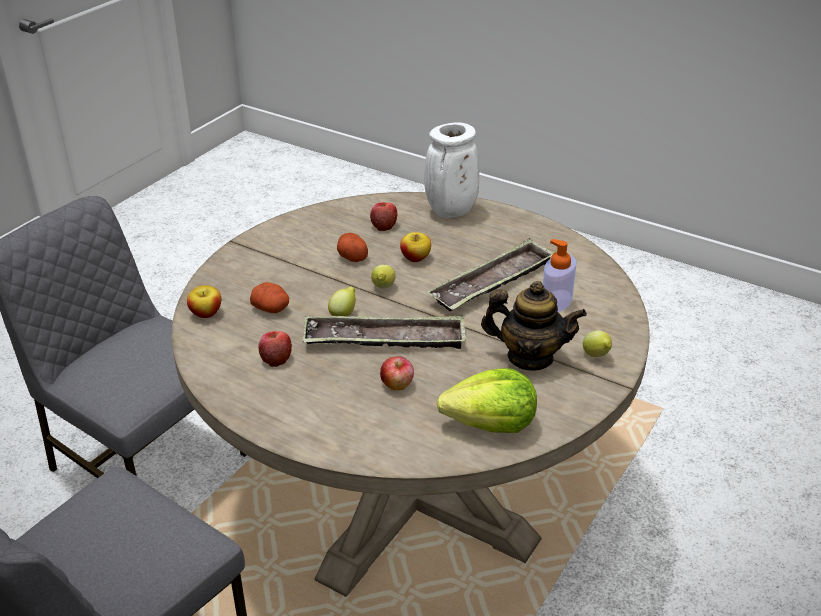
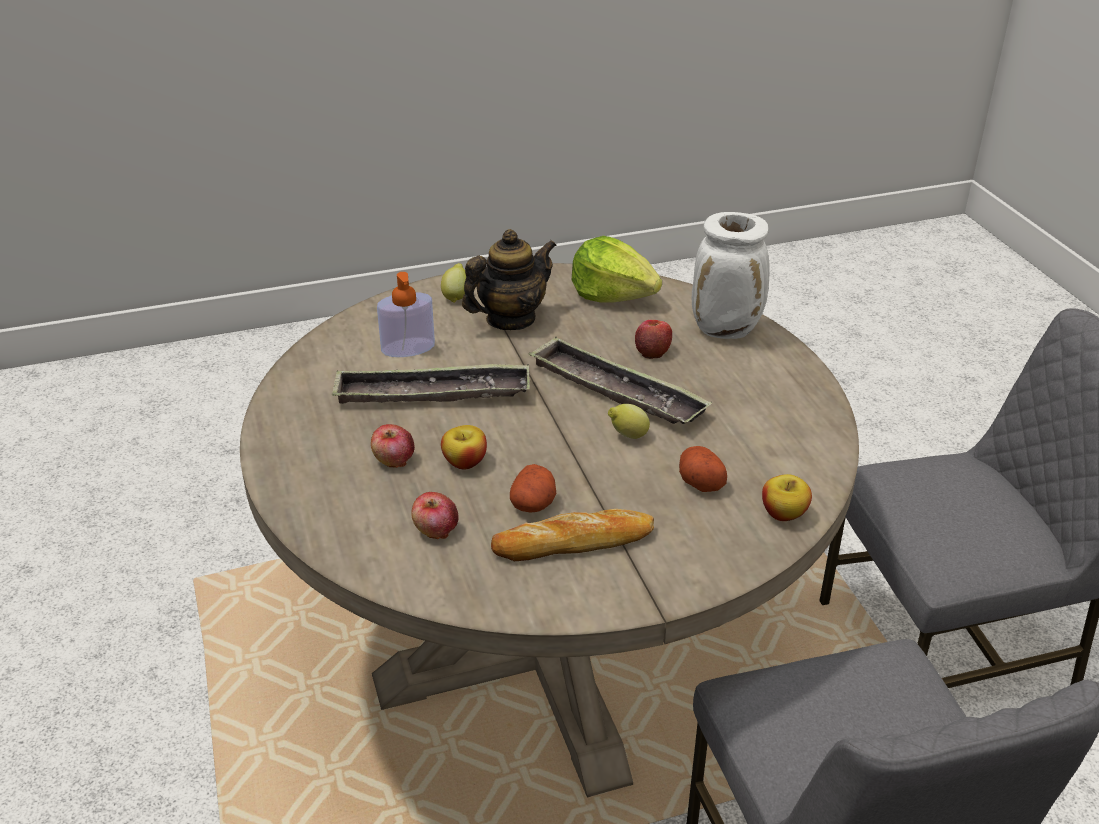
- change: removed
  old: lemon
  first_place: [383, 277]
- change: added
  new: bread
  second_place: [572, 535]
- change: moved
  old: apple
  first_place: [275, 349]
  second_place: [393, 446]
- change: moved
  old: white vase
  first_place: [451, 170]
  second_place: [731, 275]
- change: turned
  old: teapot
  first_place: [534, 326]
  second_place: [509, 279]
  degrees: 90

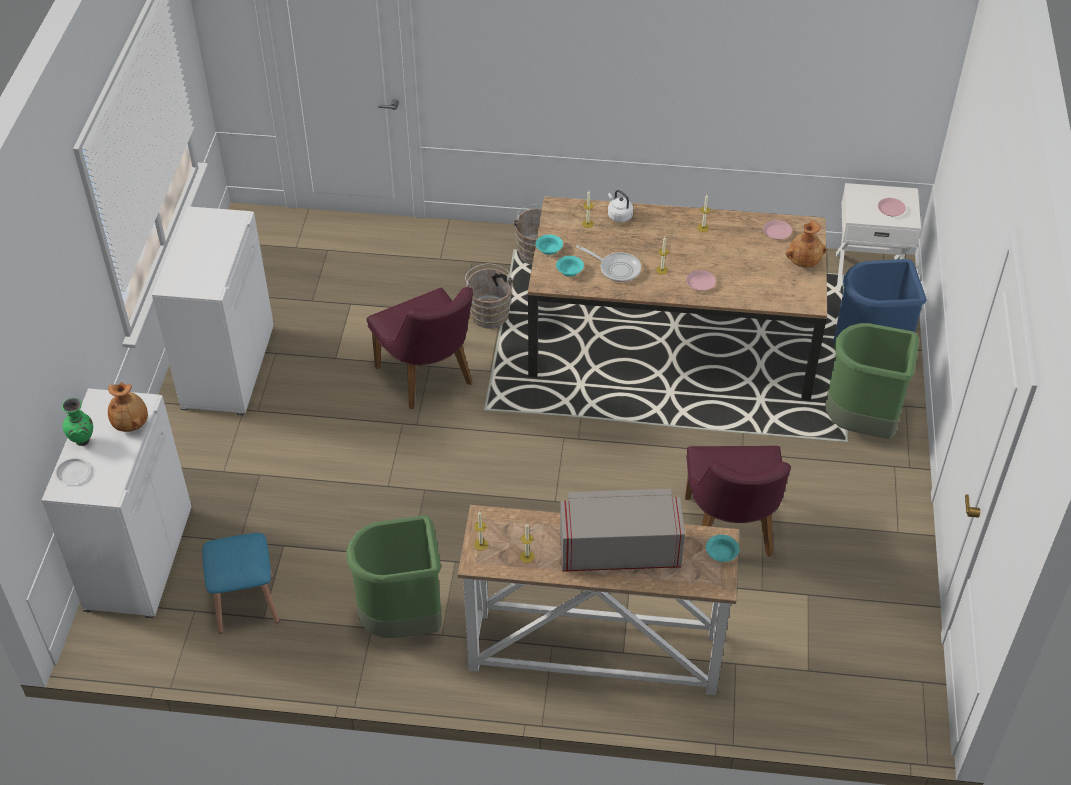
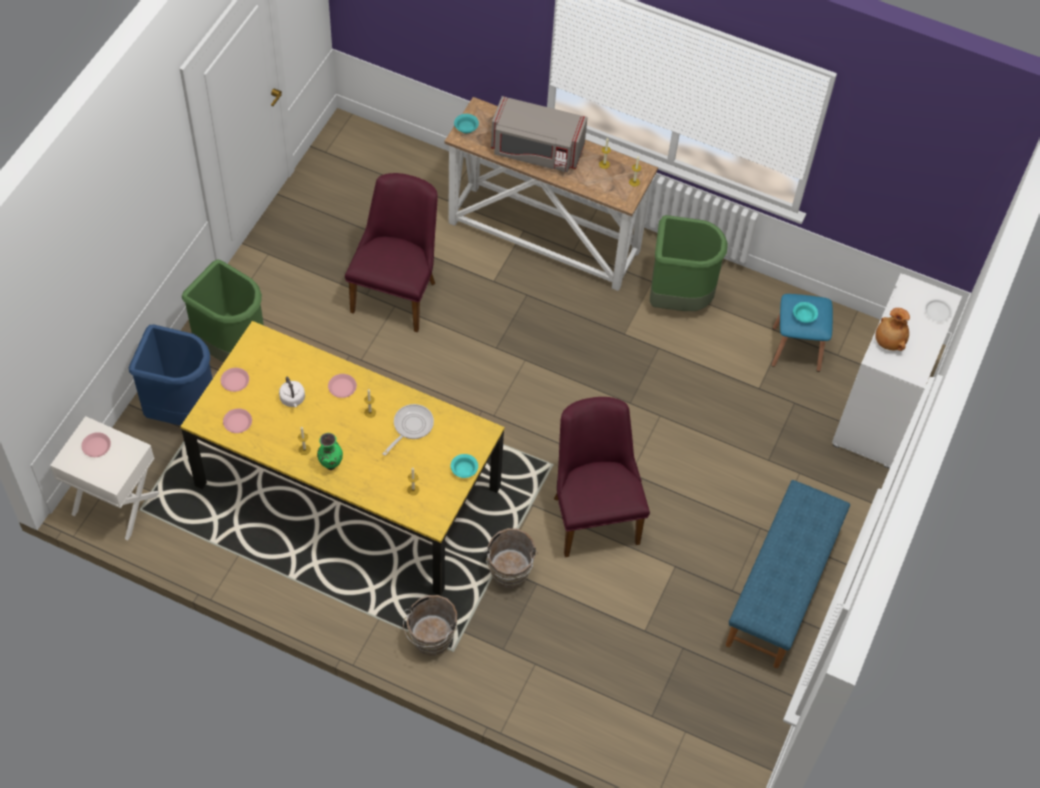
- change: moved
  old: green vase
  first_place: [77, 422]
  second_place: [330, 451]
- change: moved
  old: turquoise bowl
  first_place: [570, 266]
  second_place: [805, 312]
- change: moved
  old: white kettle
  first_place: [620, 206]
  second_place: [292, 391]
- change: replaced
  old: white cabinet
  new: blue bench
  first_place: [213, 310]
  second_place: [788, 574]
- change: replaced
  old: brown vase
  new: pink plate
  first_place: [806, 244]
  second_place: [235, 380]
- change: recoloured
  old: brown dining table
  new: yellow dining table
  first_place: [677, 298]
  second_place: [342, 458]
- change: turned
  old: frying pan
  first_place: [608, 263]
  second_place: [408, 430]
  degrees: 75

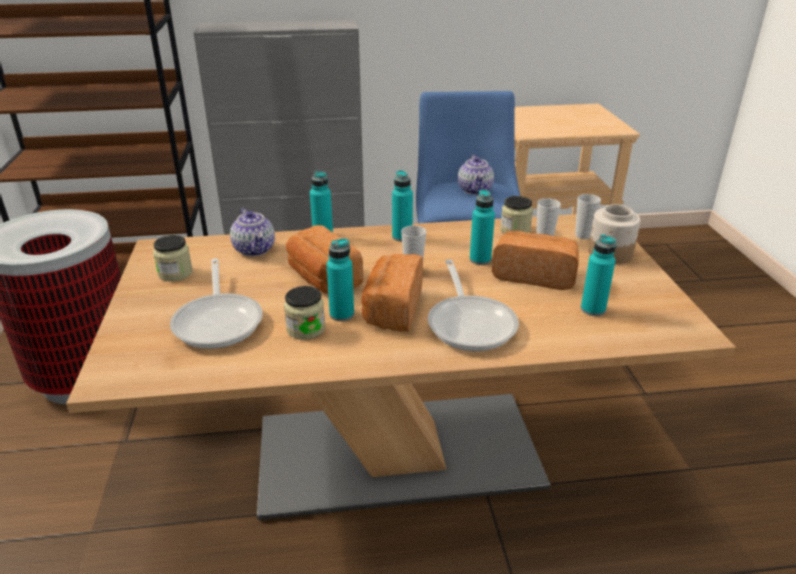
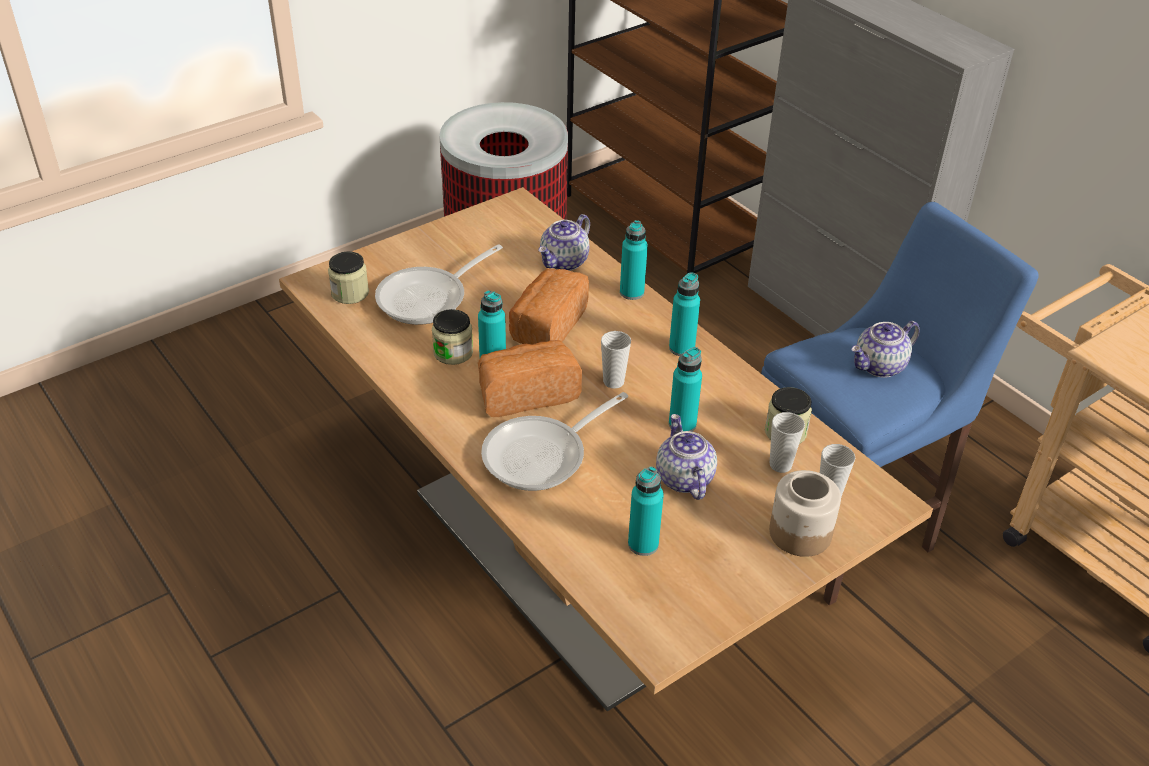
- change: moved
  old: jar
  first_place: [173, 258]
  second_place: [348, 277]
- change: replaced
  old: bread
  new: teapot
  first_place: [535, 260]
  second_place: [686, 457]

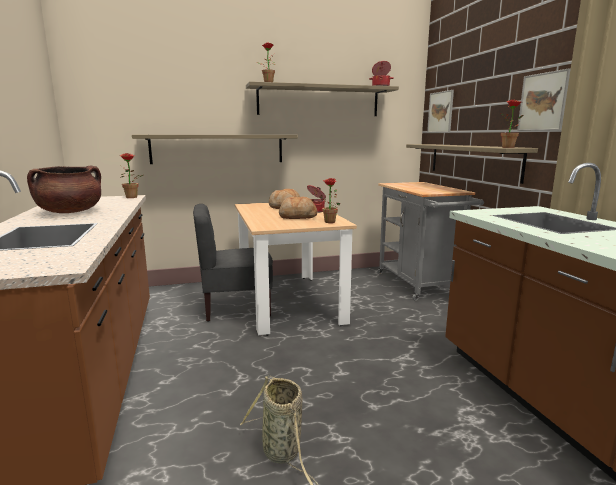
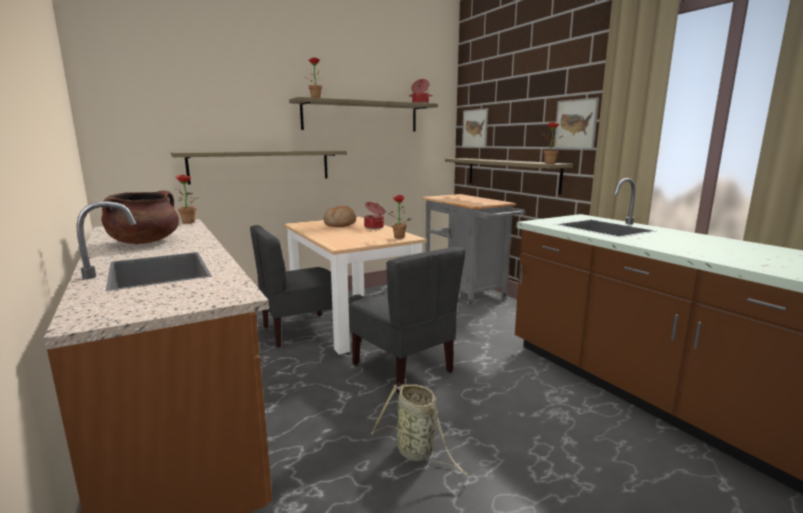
- change: removed
  old: bread
  first_place: [298, 208]
- change: added
  new: grey chair
  second_place: [407, 320]

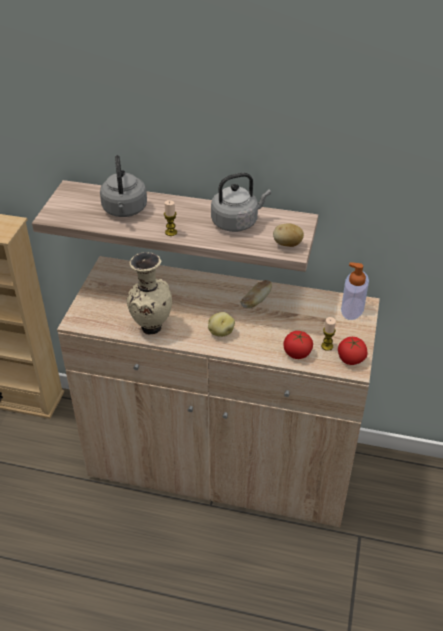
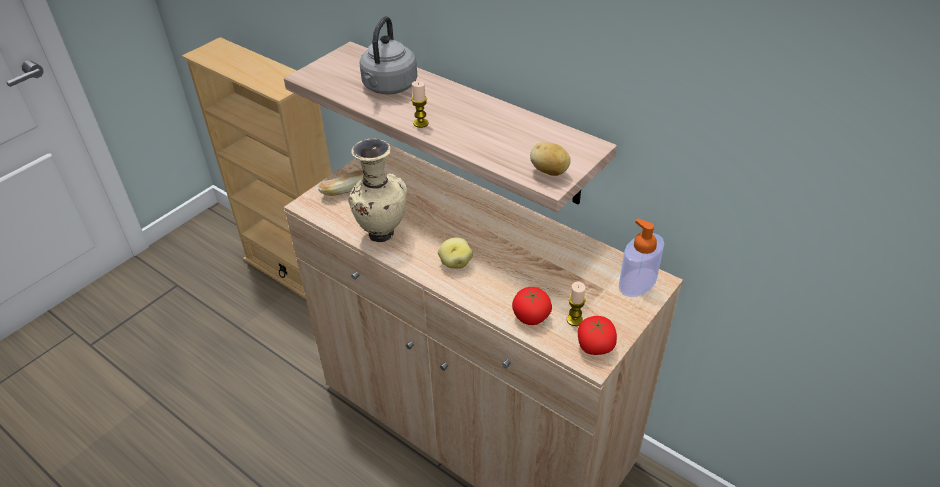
- change: removed
  old: grey kettle
  first_place: [241, 202]
- change: moved
  old: bread
  first_place: [256, 294]
  second_place: [341, 183]

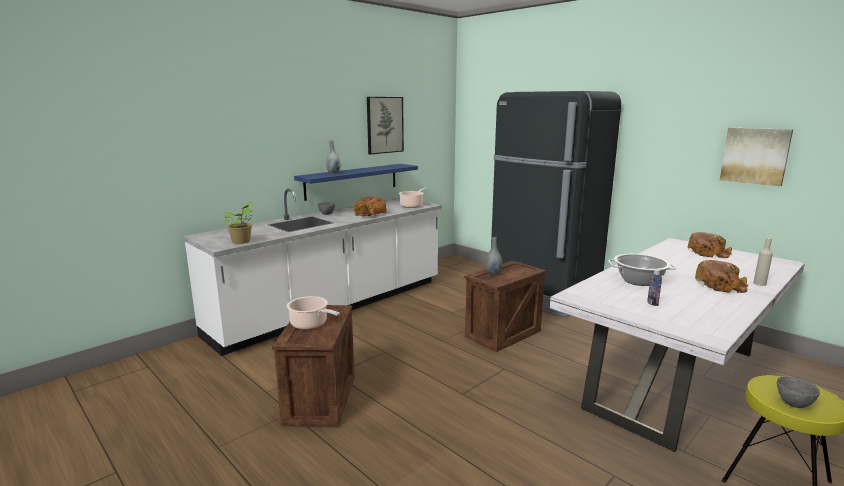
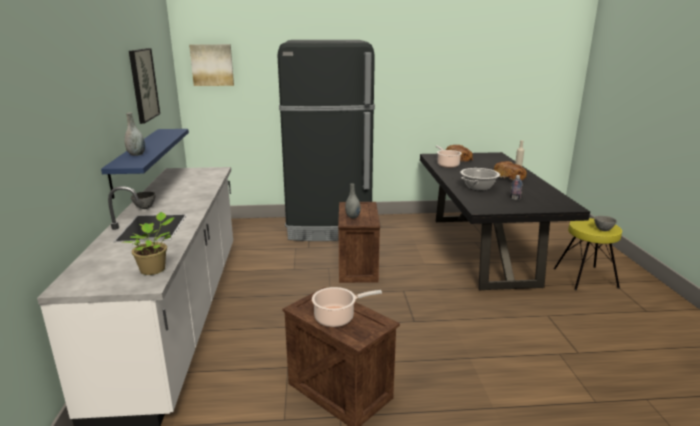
- change: removed
  old: bread
  first_place: [370, 206]
- change: moved
  old: cooking pot
  first_place: [413, 198]
  second_place: [448, 156]
- change: moved
  old: picture
  first_place: [756, 156]
  second_place: [211, 65]
- change: recoloured
  old: white dining table
  new: black dining table
  first_place: [677, 345]
  second_place: [505, 221]

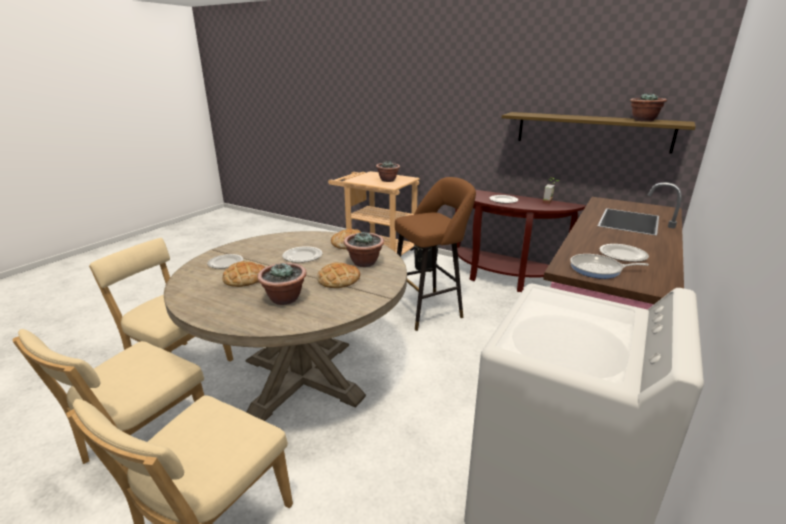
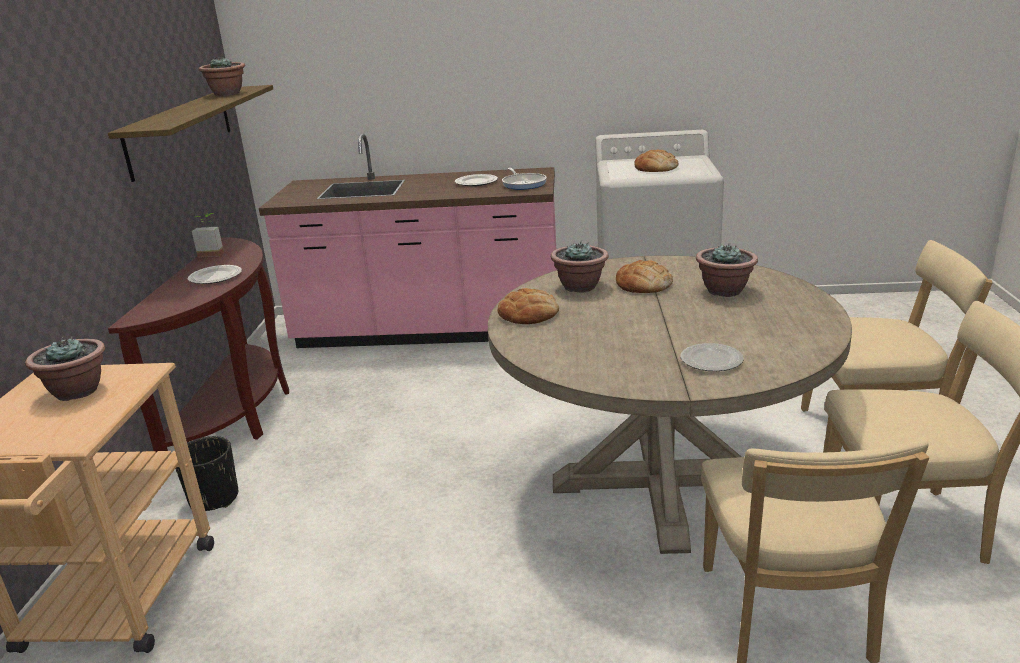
- change: removed
  old: plate
  first_place: [302, 254]
- change: removed
  old: brown stool
  first_place: [435, 254]
- change: moved
  old: bread
  first_place: [243, 274]
  second_place: [656, 161]

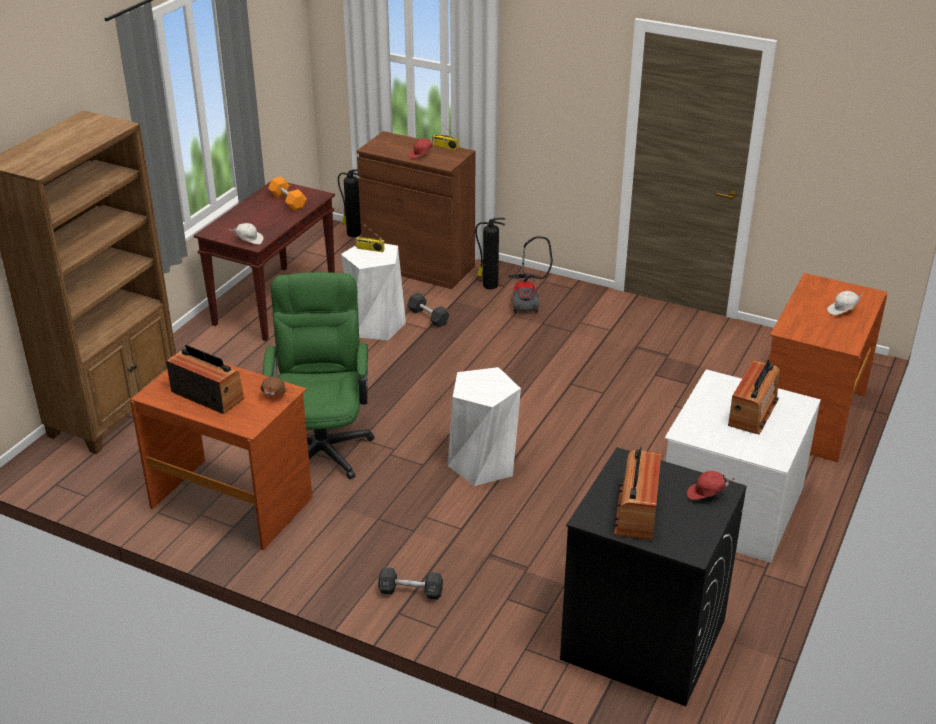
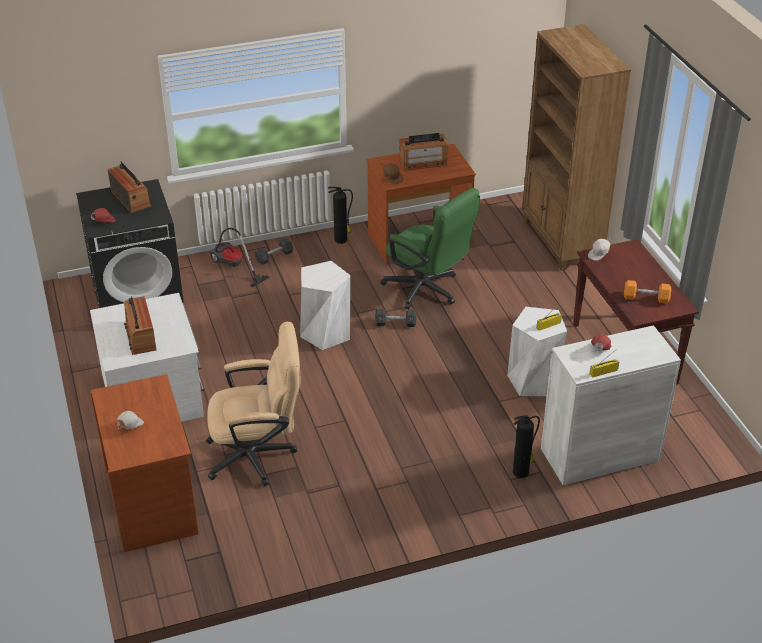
- change: added
  new: beige office chair
  second_place: [253, 404]
- change: moved
  old: fire extinguisher
  first_place: [349, 203]
  second_place: [340, 215]
- change: moved
  old: black dumbbell
  first_place: [428, 310]
  second_place: [395, 318]
- change: moved
  old: vacuum cleaner
  first_place: [530, 274]
  second_place: [239, 258]
- change: recoloured
  old: brown cabinet
  new: white cabinet
  first_place: [416, 210]
  second_place: [611, 405]

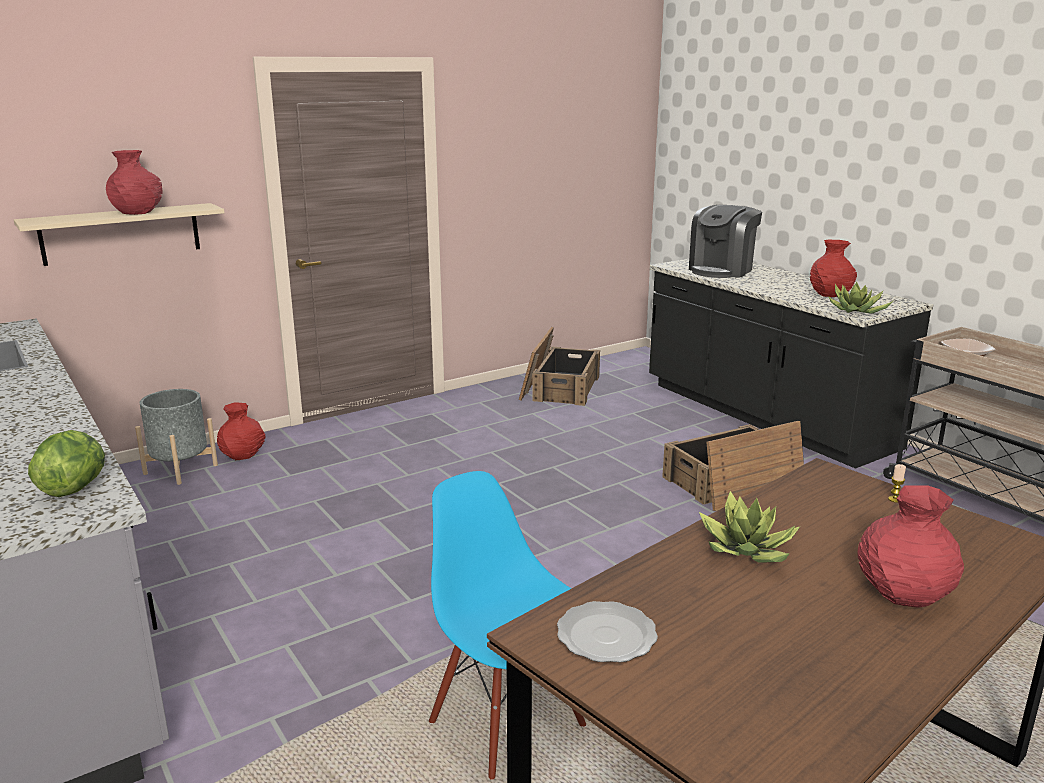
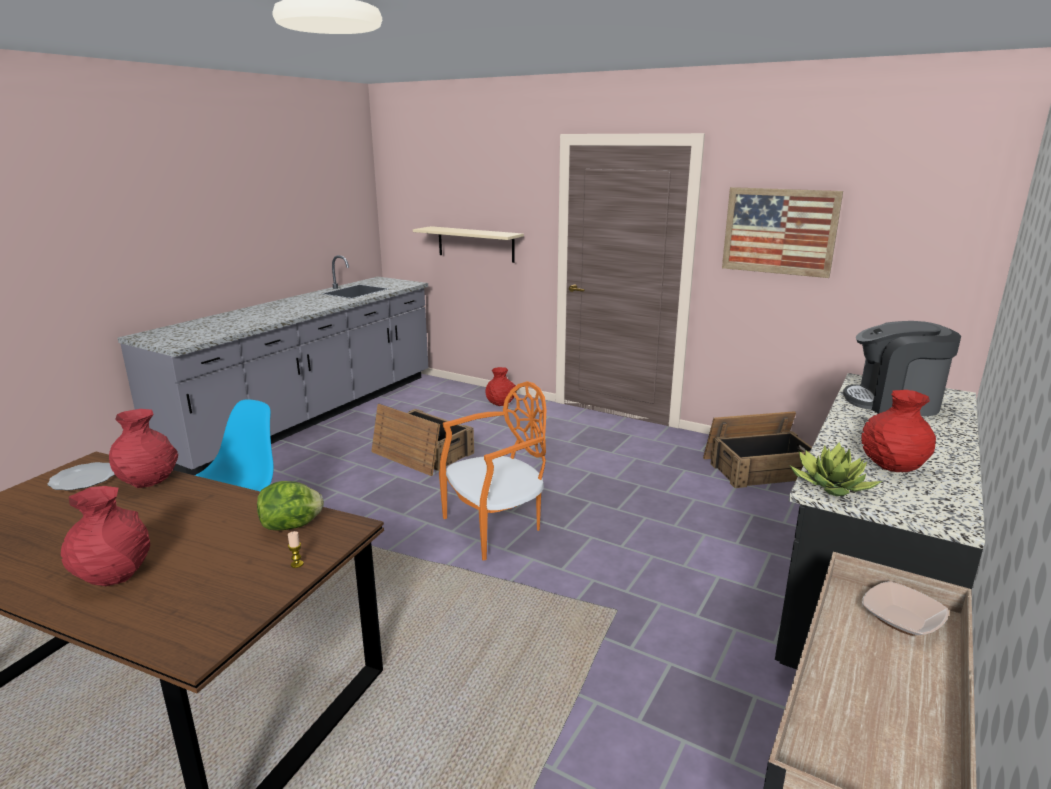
- change: removed
  old: grey planter
  first_place: [176, 437]
- change: removed
  old: potted plant
  first_place: [749, 527]
- change: added
  new: orange chair
  second_place: [493, 471]
- change: added
  new: picture
  second_place: [782, 232]
- change: moved
  old: lettuce
  first_place: [66, 463]
  second_place: [290, 505]
- change: moved
  old: red vase
  first_place: [134, 182]
  second_place: [143, 448]
- change: moved
  old: crate
  first_place: [733, 466]
  second_place: [422, 440]

